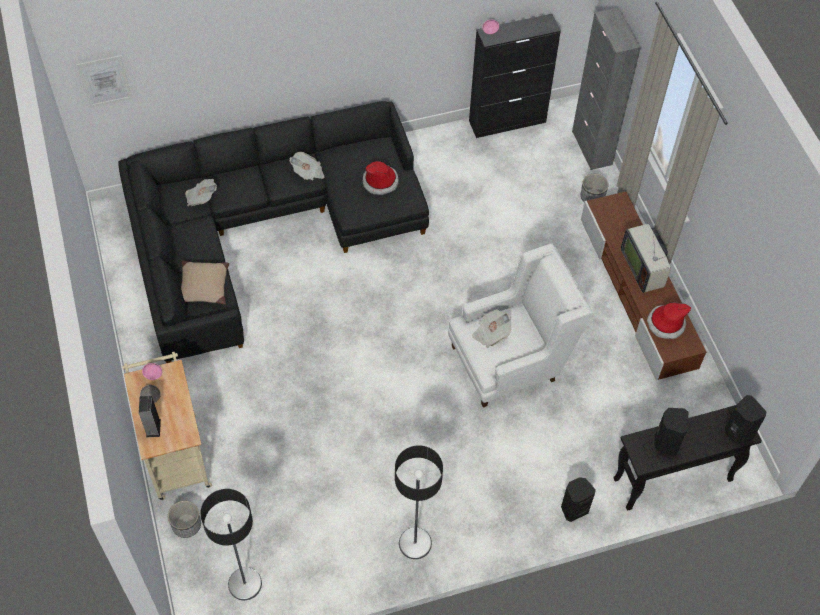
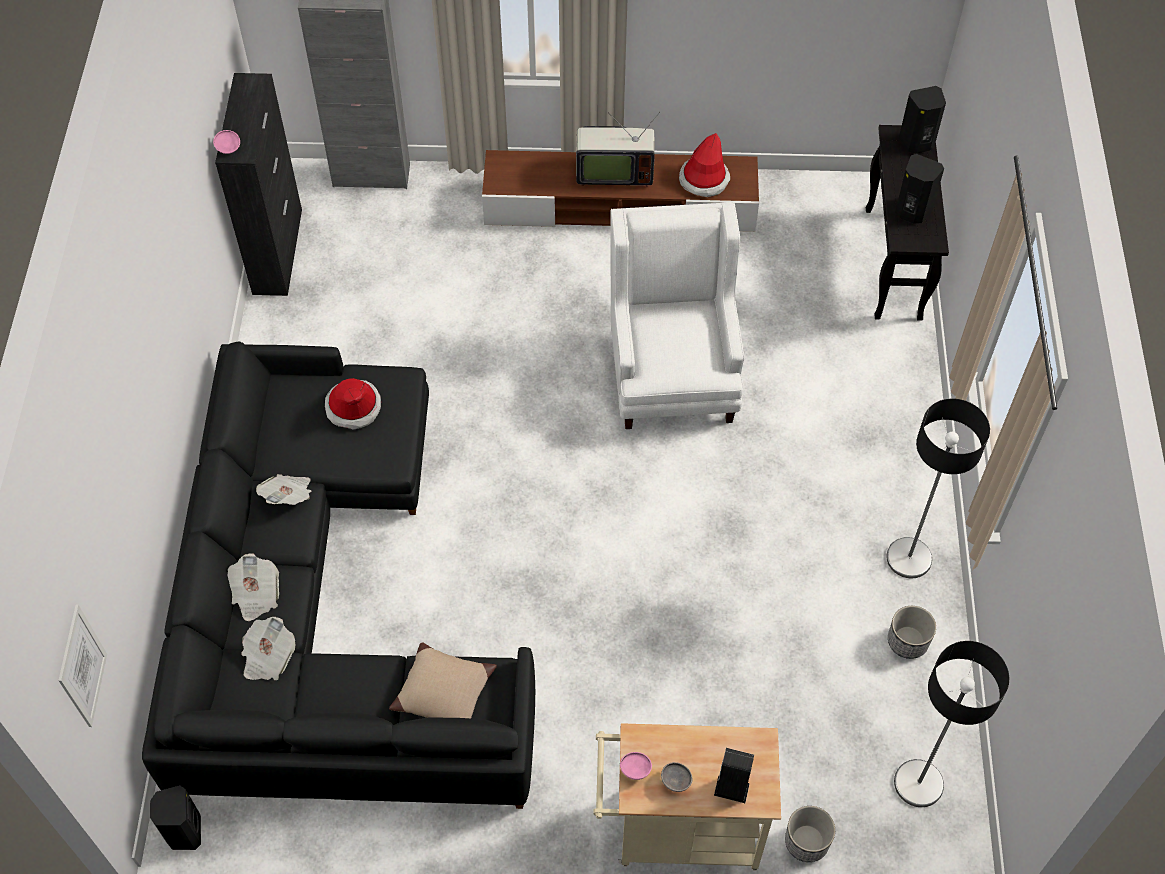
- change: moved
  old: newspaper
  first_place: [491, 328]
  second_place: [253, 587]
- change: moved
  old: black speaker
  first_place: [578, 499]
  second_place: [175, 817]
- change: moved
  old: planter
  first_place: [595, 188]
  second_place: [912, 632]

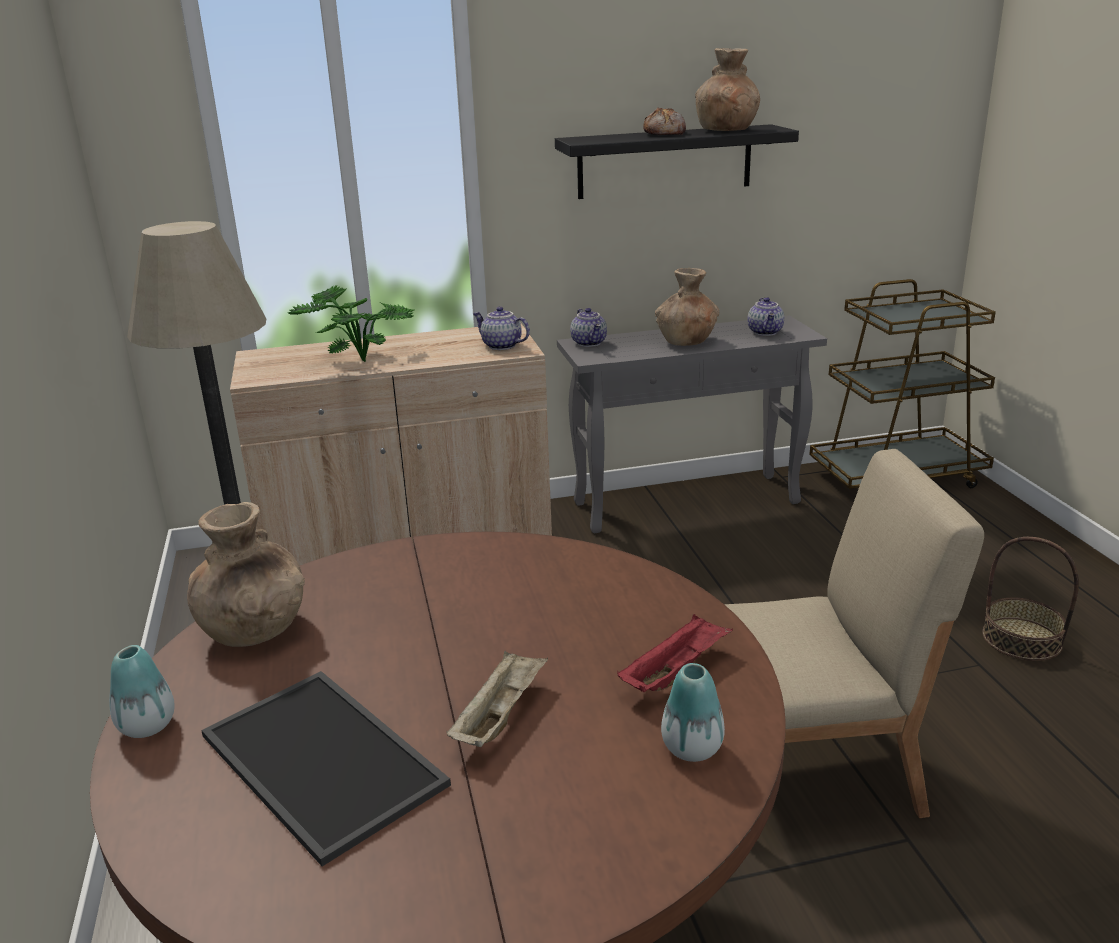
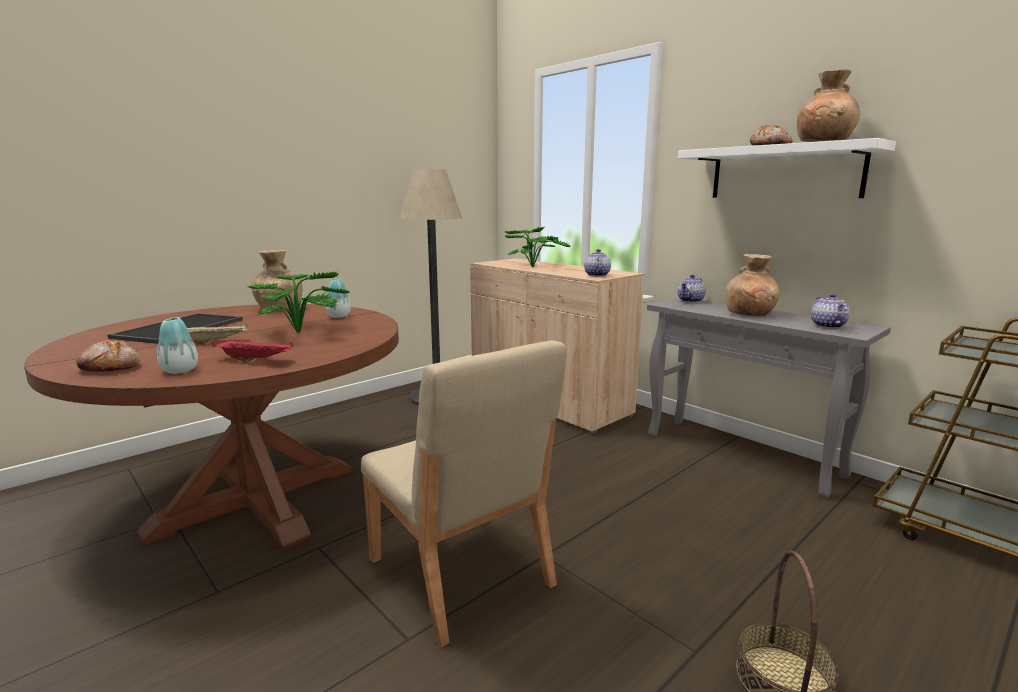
- change: added
  new: bread
  second_place: [108, 356]
- change: added
  new: potted plant
  second_place: [299, 302]
- change: moved
  old: vase
  first_place: [142, 691]
  second_place: [338, 299]
- change: recoloured
  old: black shelf
  new: white shelf
  first_place: [677, 161]
  second_place: [787, 168]
- change: turned
  old: teapot
  first_place: [765, 316]
  second_place: [830, 311]
  degrees: 120

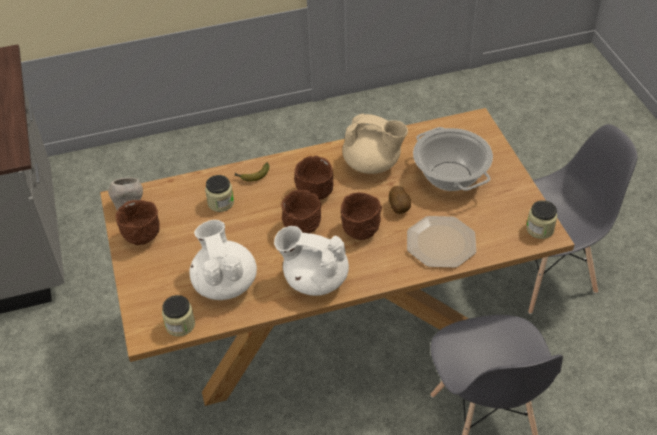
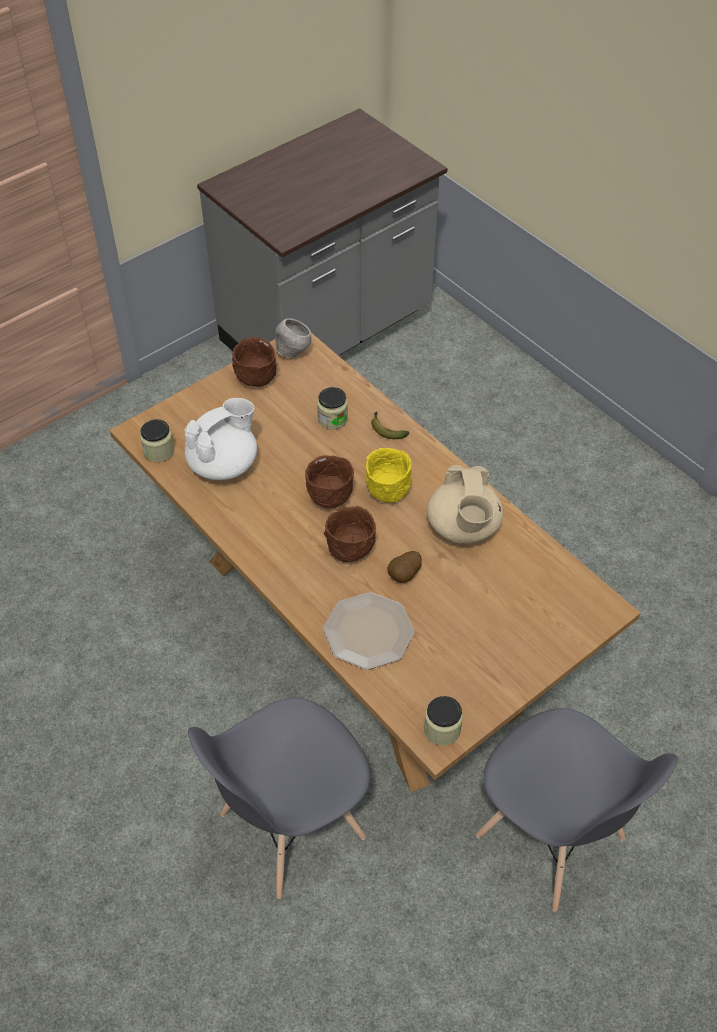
- change: removed
  old: white teapot
  first_place: [311, 261]
- change: removed
  old: cooking pot
  first_place: [453, 159]
- change: recoloured
  old: brown bowl
  new: yellow bowl
  first_place: [314, 178]
  second_place: [389, 475]

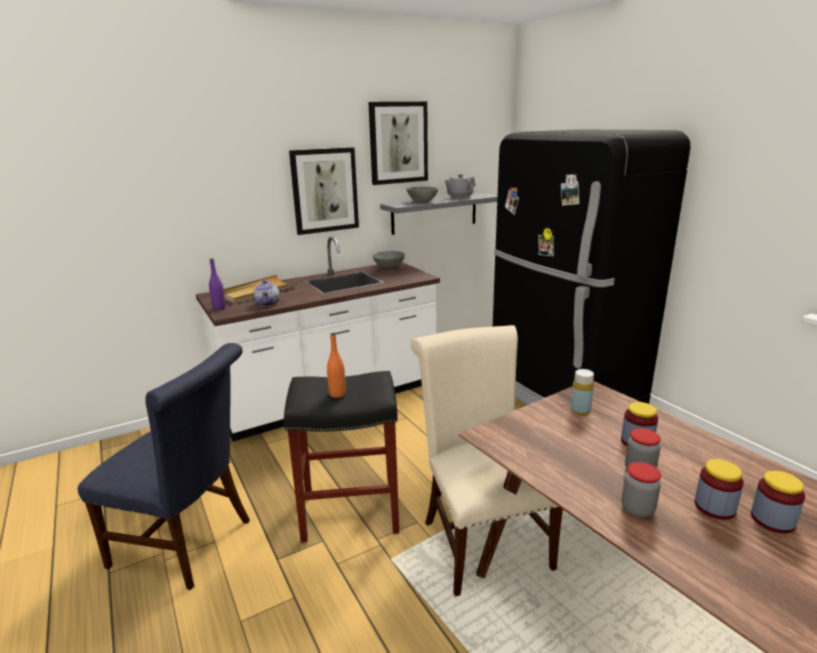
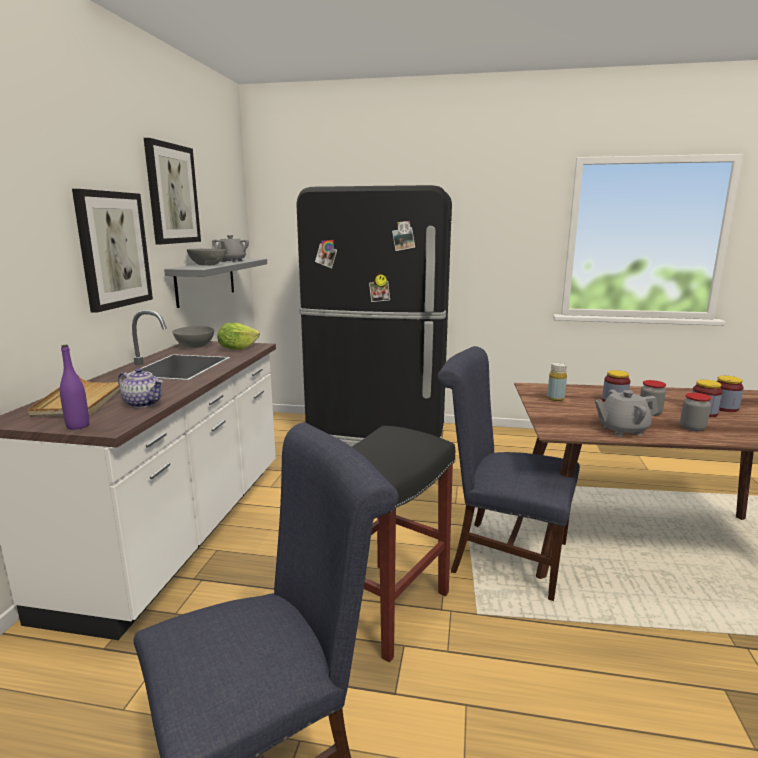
- change: removed
  old: orange bottle
  first_place: [336, 365]
- change: added
  new: lettuce
  second_place: [238, 336]
- change: added
  new: grey teapot
  second_place: [626, 413]
- change: recoloured
  old: beige chair
  new: blue chair
  first_place: [487, 460]
  second_place: [508, 473]

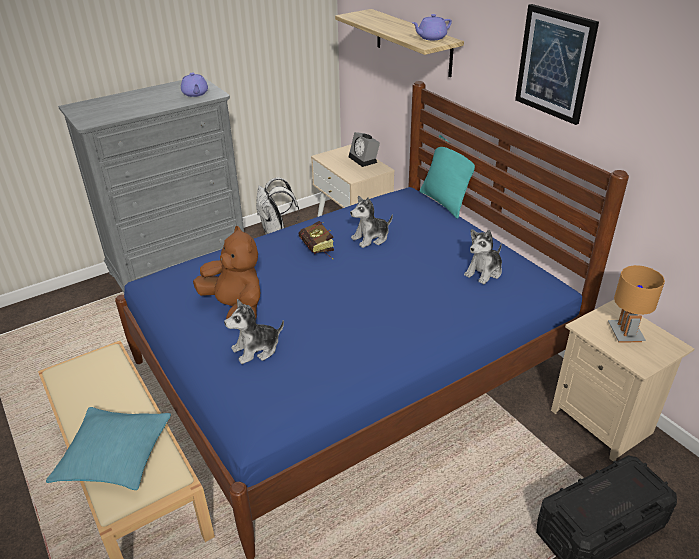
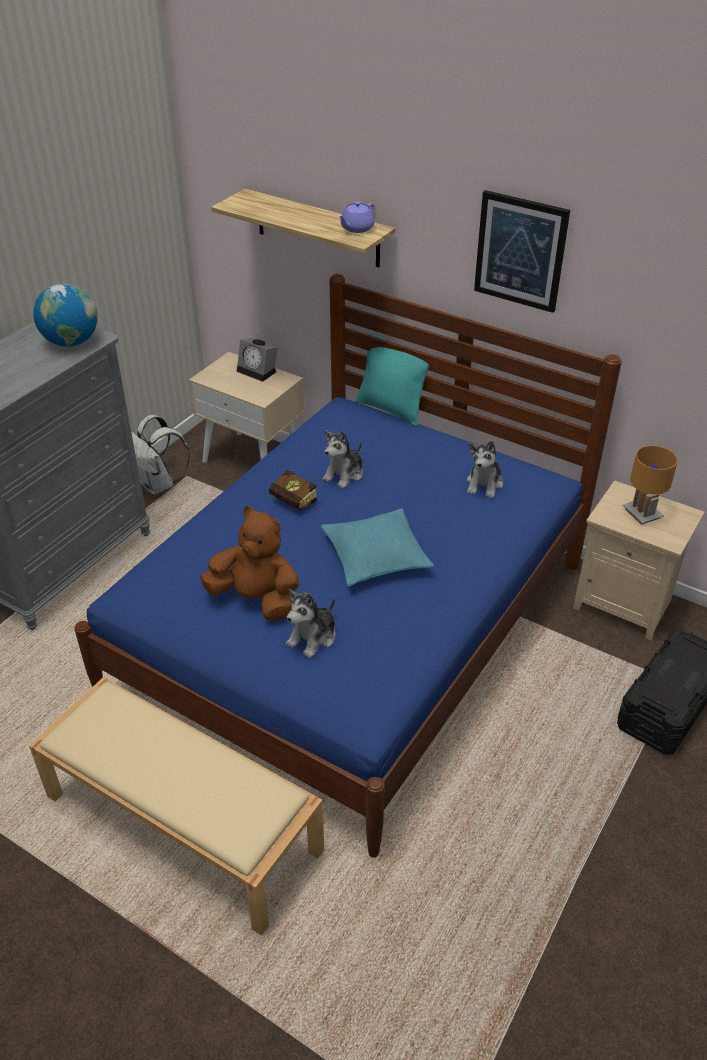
- change: moved
  old: turquoise pillow
  first_place: [108, 448]
  second_place: [377, 548]
- change: replaced
  old: purple teapot
  new: globe
  first_place: [194, 85]
  second_place: [65, 315]

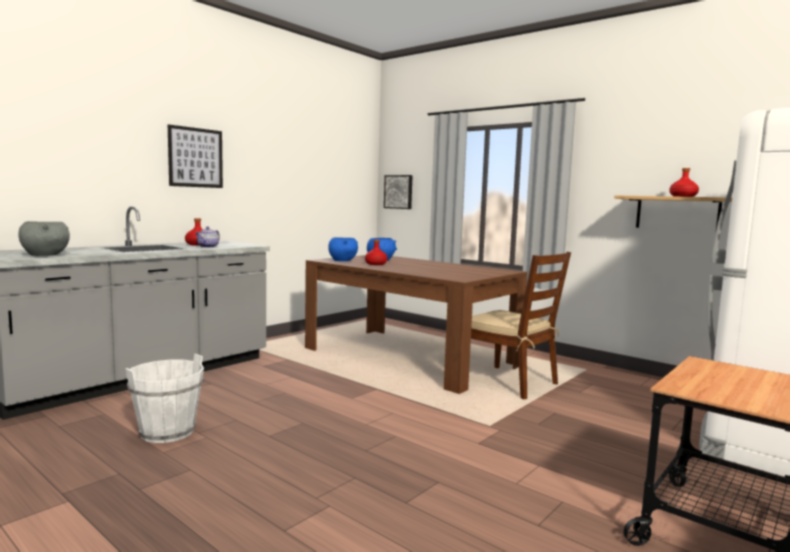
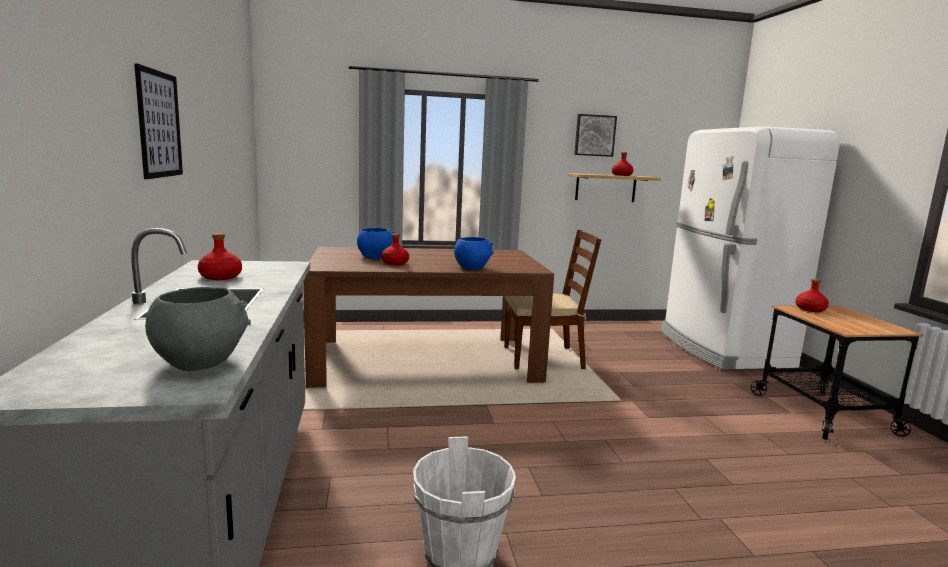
- change: removed
  old: teapot
  first_place: [207, 237]
- change: added
  new: red bottle
  second_place: [812, 295]
- change: moved
  old: blue bowl
  first_place: [343, 249]
  second_place: [474, 253]
- change: moved
  old: picture
  first_place: [398, 192]
  second_place: [595, 135]

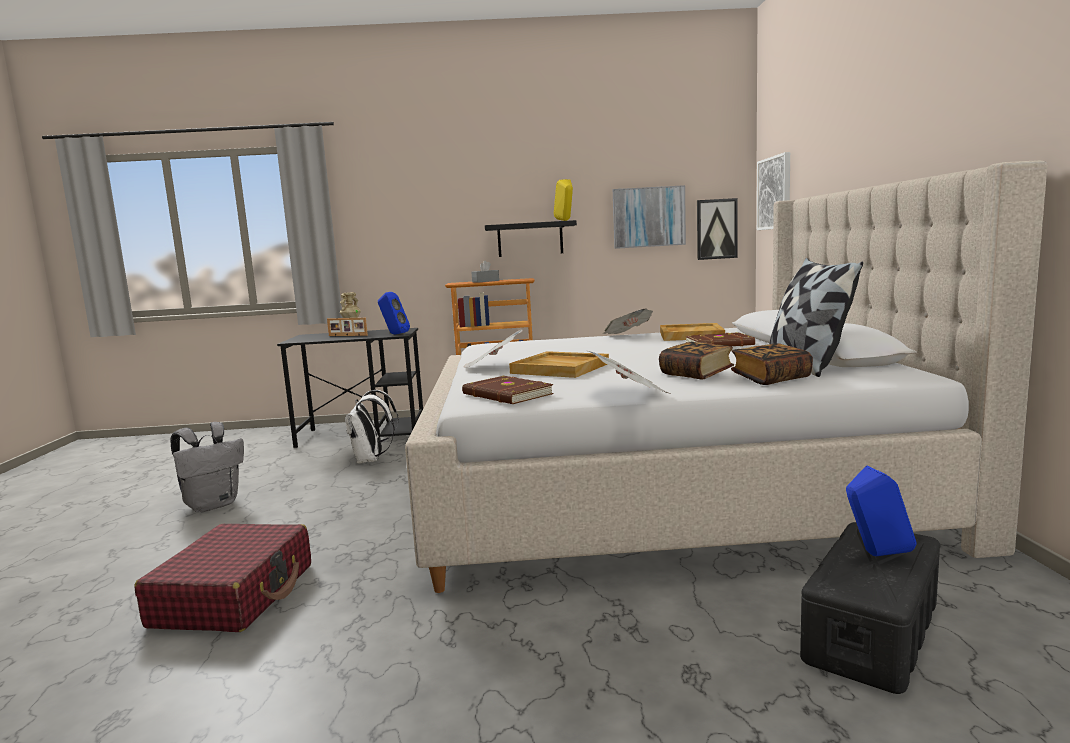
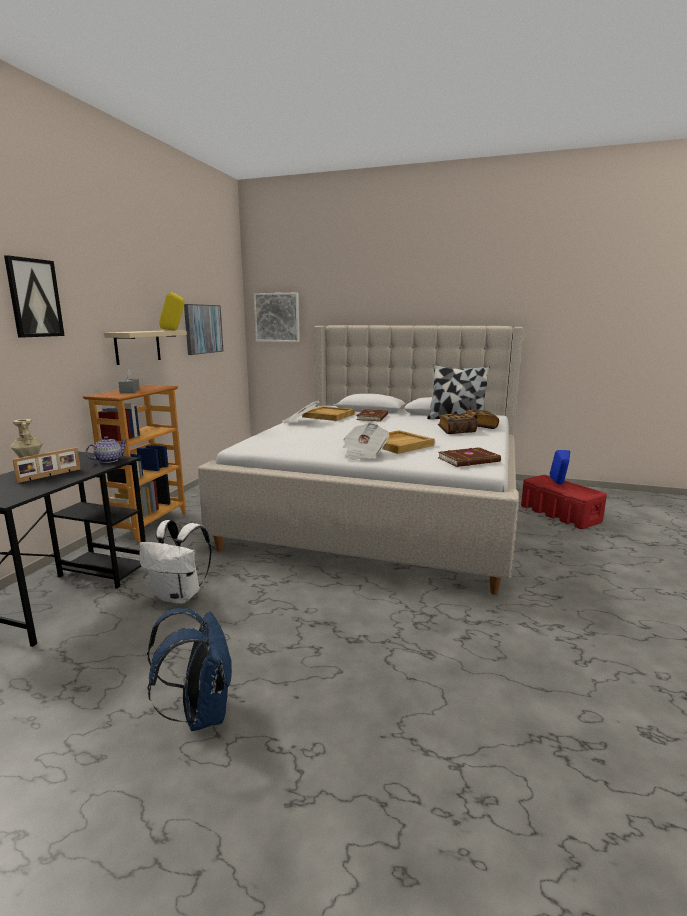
- change: removed
  old: red suitcase
  first_place: [222, 578]
- change: removed
  old: newspaper
  first_place: [630, 372]
- change: moved
  old: picture
  first_place: [717, 229]
  second_place: [34, 296]
- change: replaced
  old: blue speaker
  new: teapot
  first_place: [394, 313]
  second_place: [106, 449]
- change: recoloured
  old: grey backpack
  new: blue backpack
  first_place: [207, 467]
  second_place: [189, 669]
- change: recoloured
  old: black shelf
  new: beige shelf
  first_place: [531, 238]
  second_place: [145, 347]
- change: recoloured
  old: black storage box
  new: red storage box
  first_place: [870, 608]
  second_place: [564, 502]

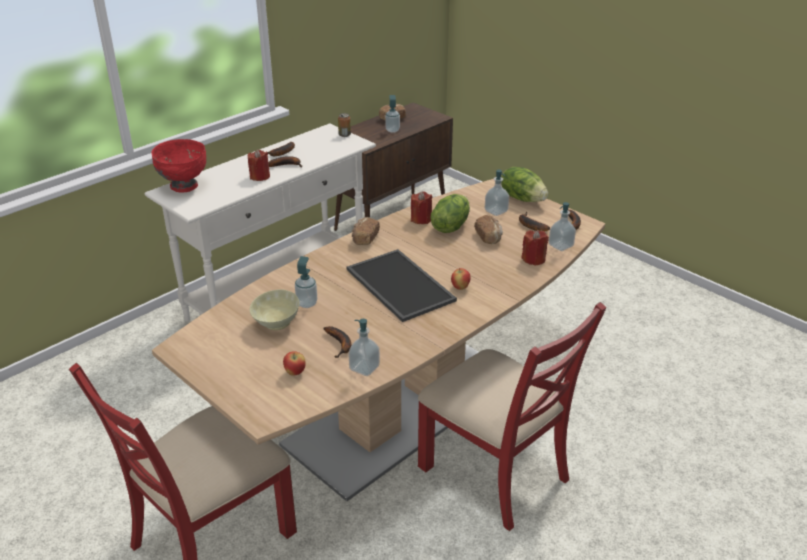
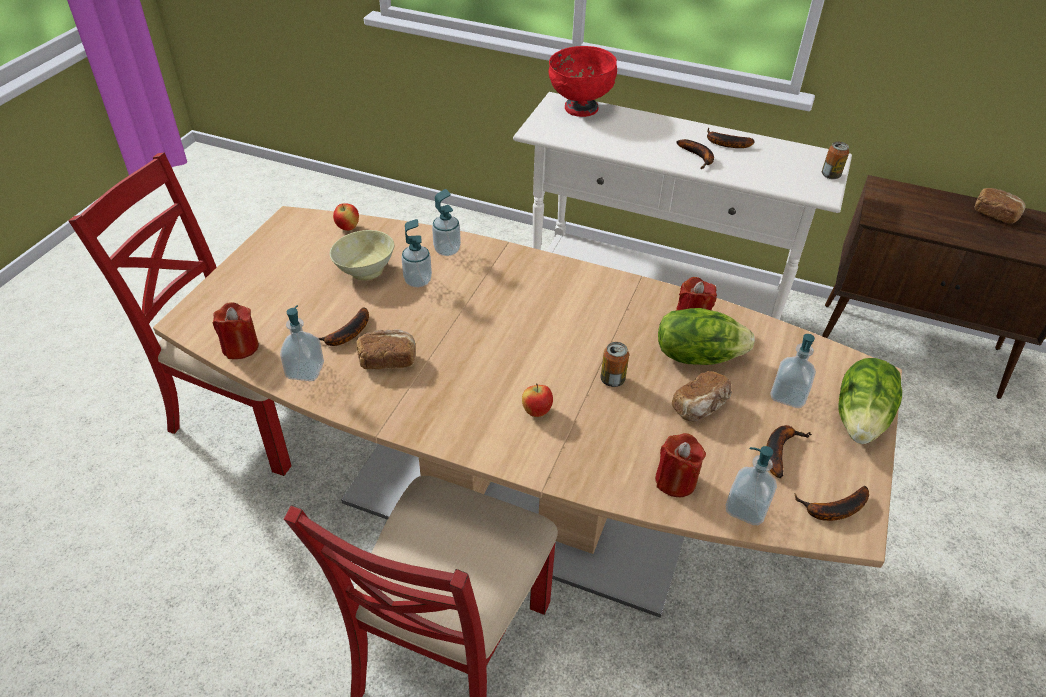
- change: removed
  old: tray
  first_place: [402, 285]
- change: added
  new: can
  second_place: [615, 364]
- change: moved
  old: red candle
  first_place: [259, 165]
  second_place: [236, 330]
- change: moved
  old: apple
  first_place: [294, 363]
  second_place: [346, 217]
- change: moved
  old: bread
  first_place: [366, 231]
  second_place: [386, 349]
- change: moved
  old: soap dispenser
  first_place: [392, 114]
  second_place: [446, 222]

